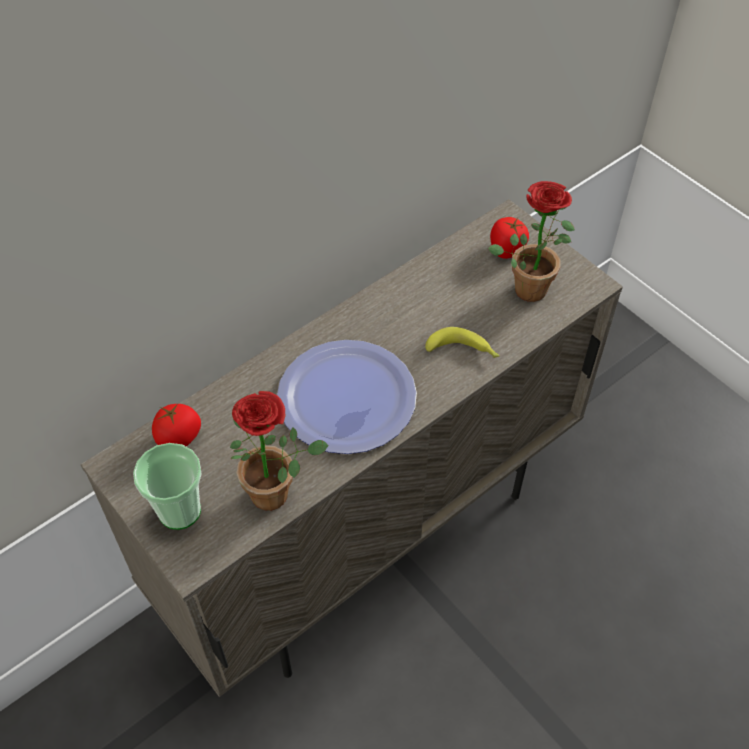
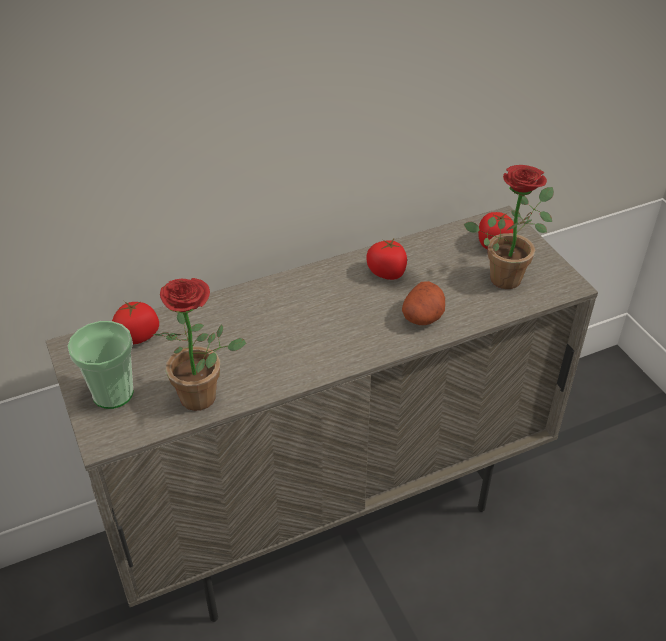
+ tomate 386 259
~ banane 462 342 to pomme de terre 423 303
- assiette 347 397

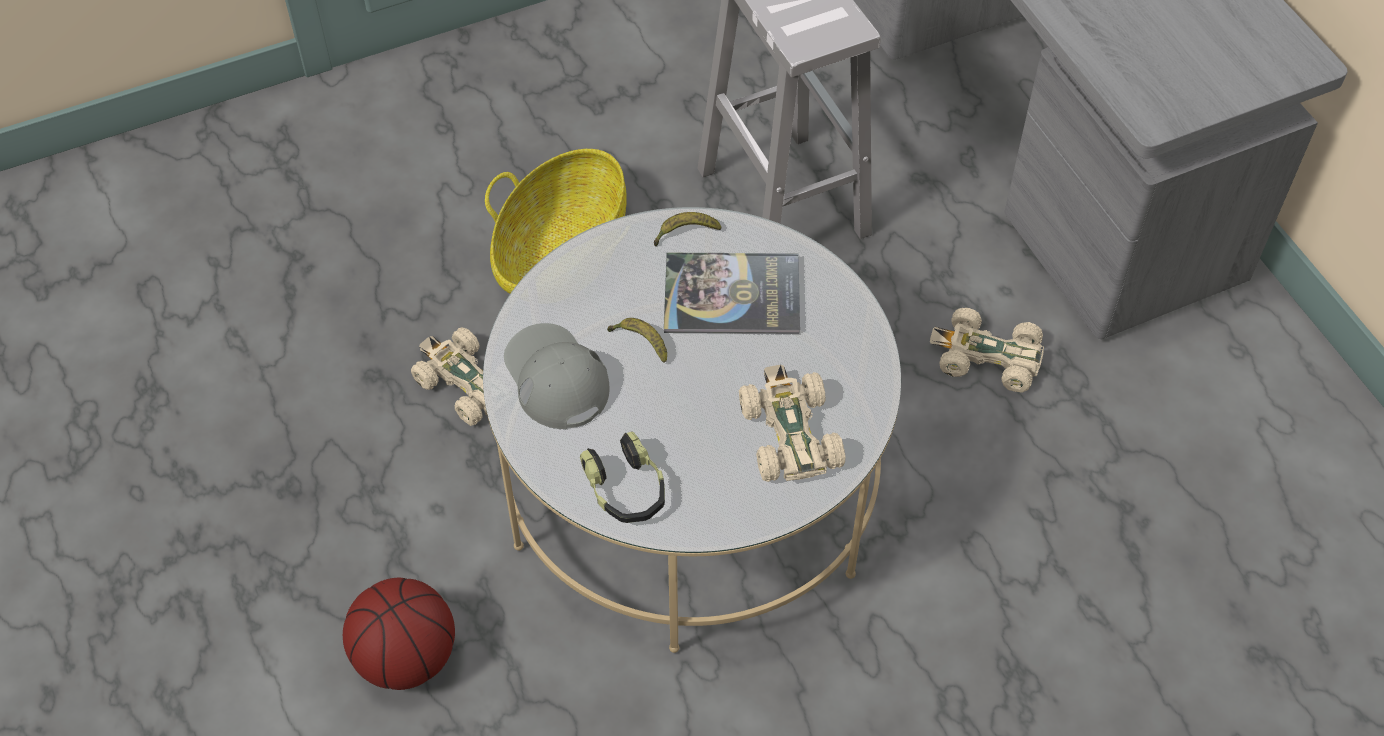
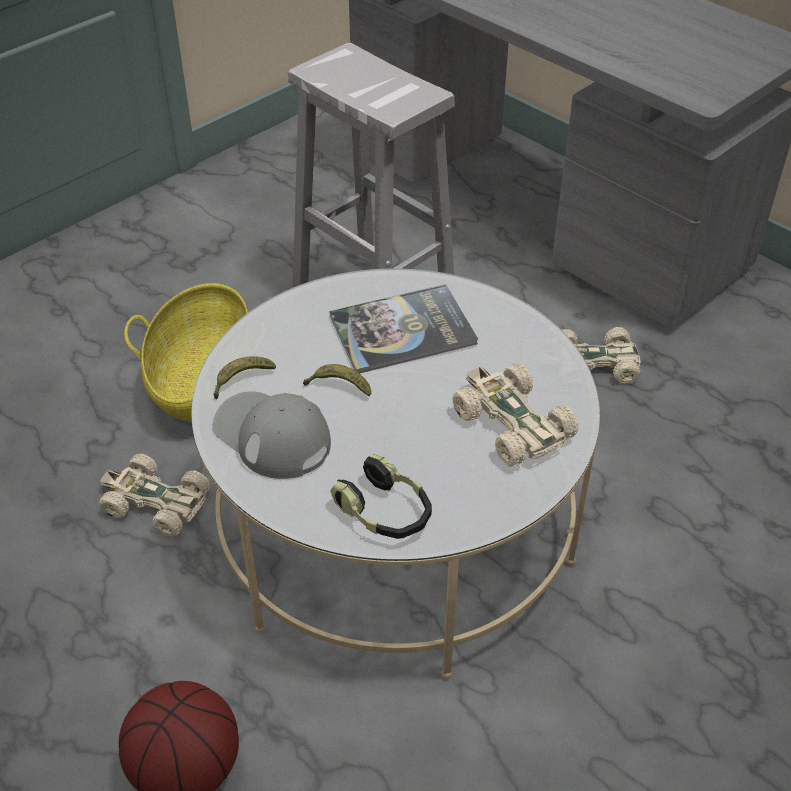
~ banane 687 229 to 245 377

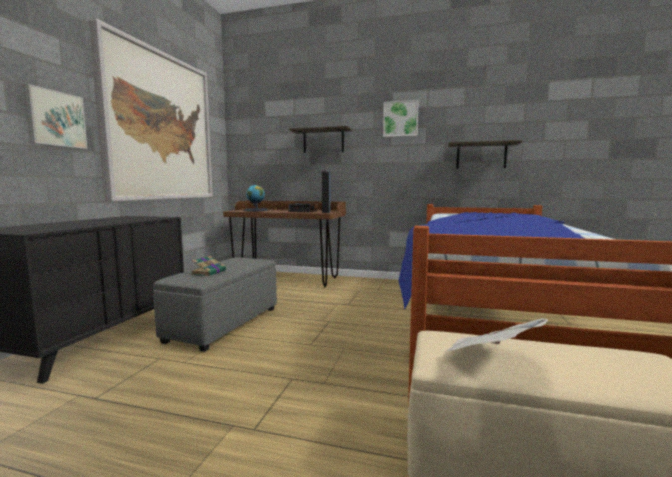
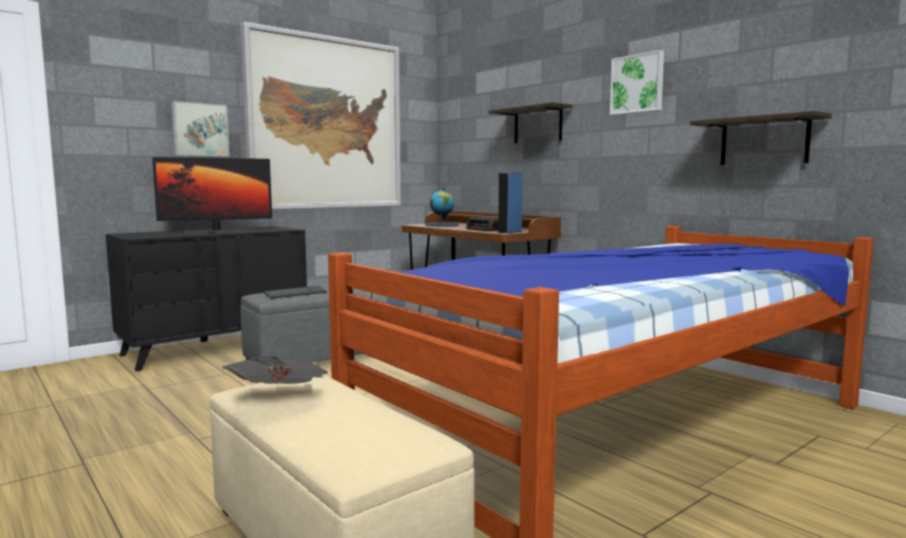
+ écran d'ordinateur 212 195
~ livre 208 266 to clavier 295 292

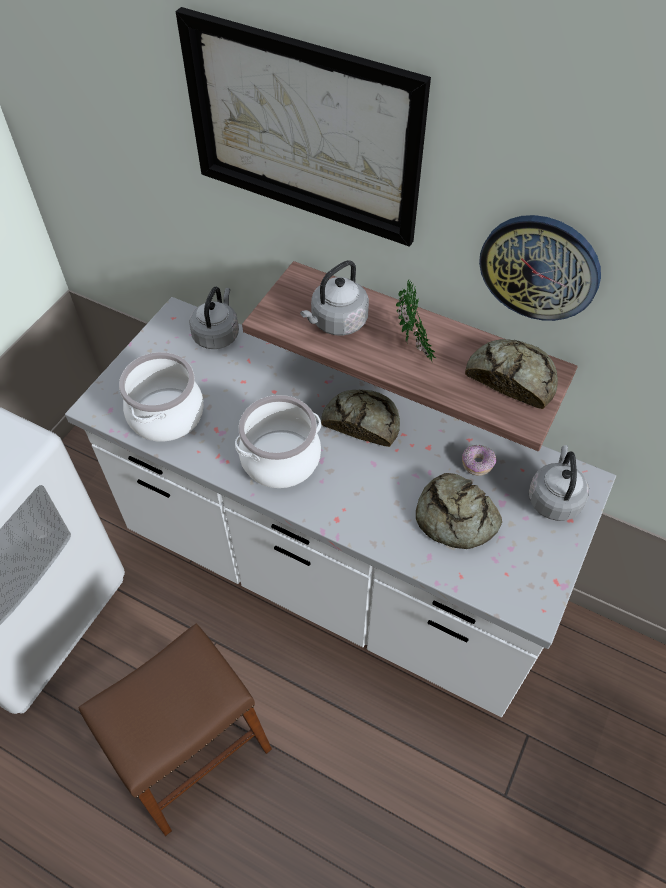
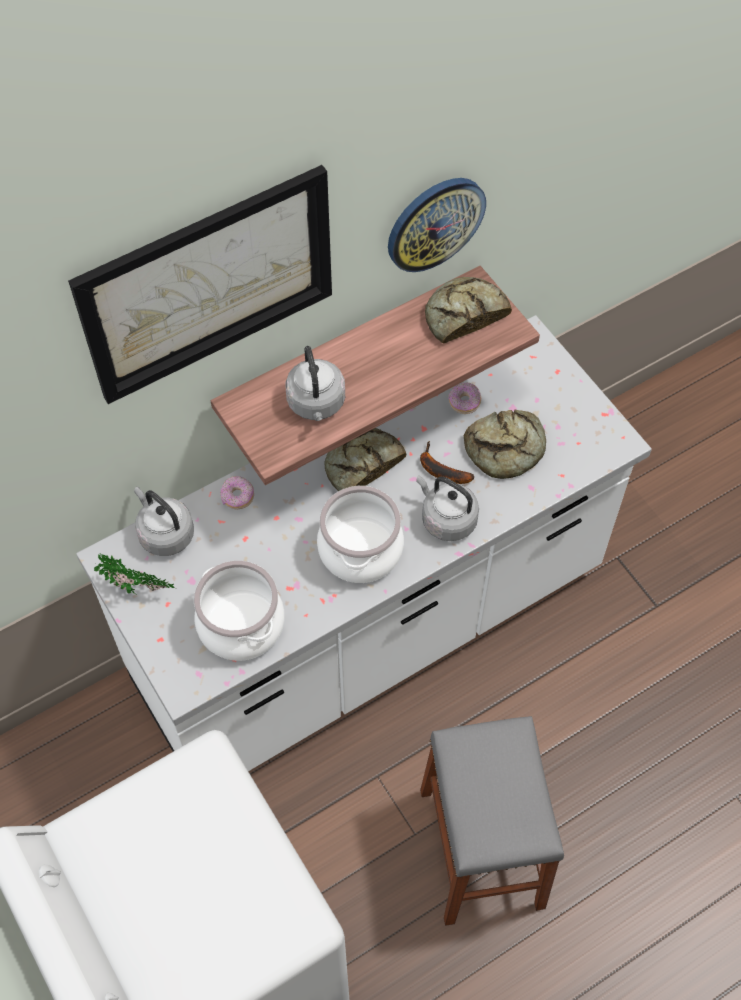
~ plante en pot 416 321 to 134 574
+ beignet 237 493
~ bouilloire (gris) 558 483 to 447 508
+ banane 447 462
~ tabouret (marron) 175 729 to tabouret (gris) 492 821

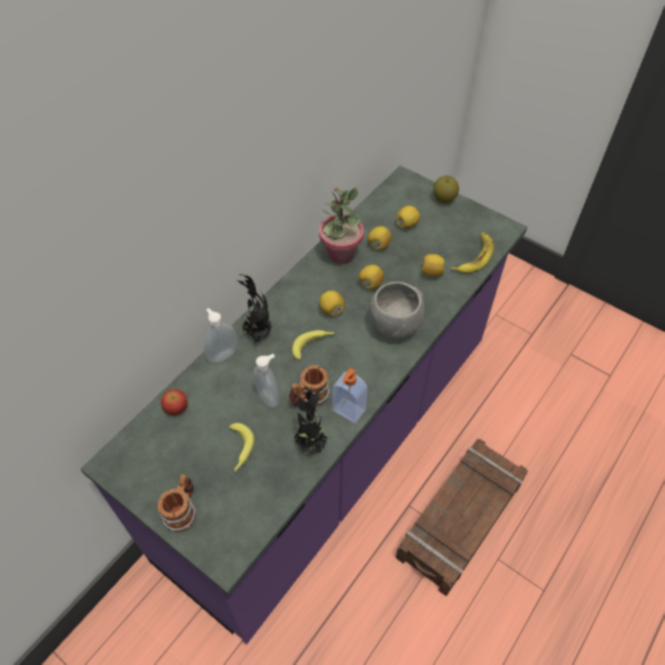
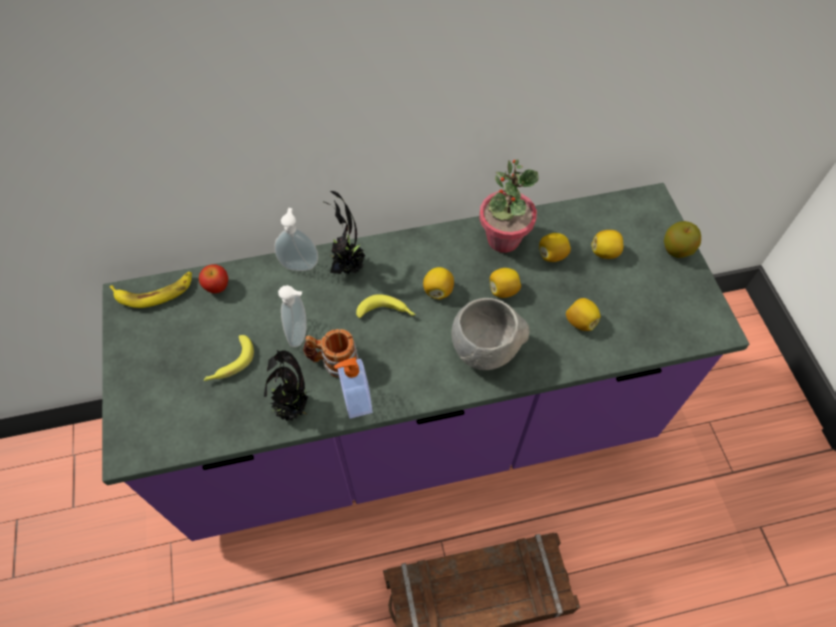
~ banane 472 253 to 151 290
- mug 177 503

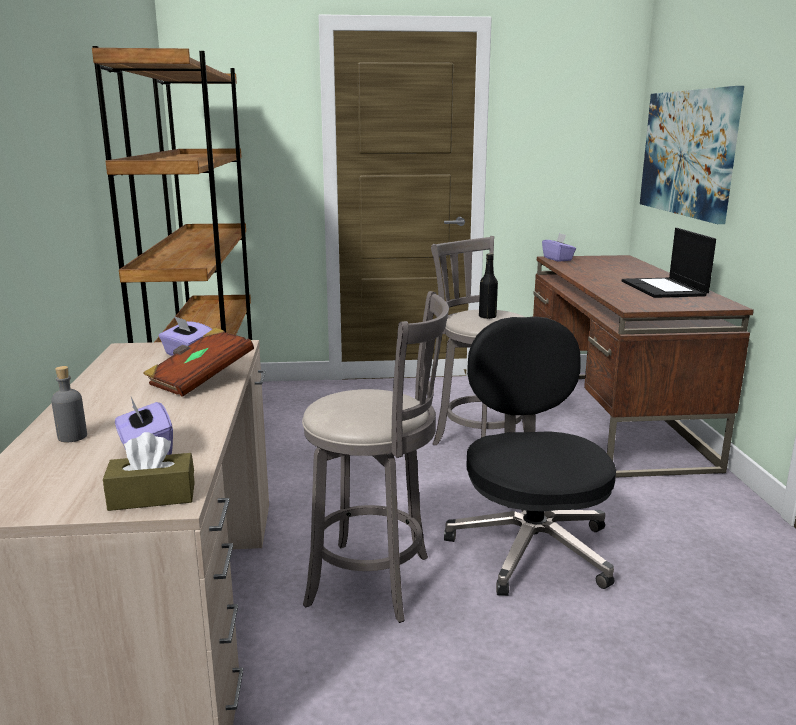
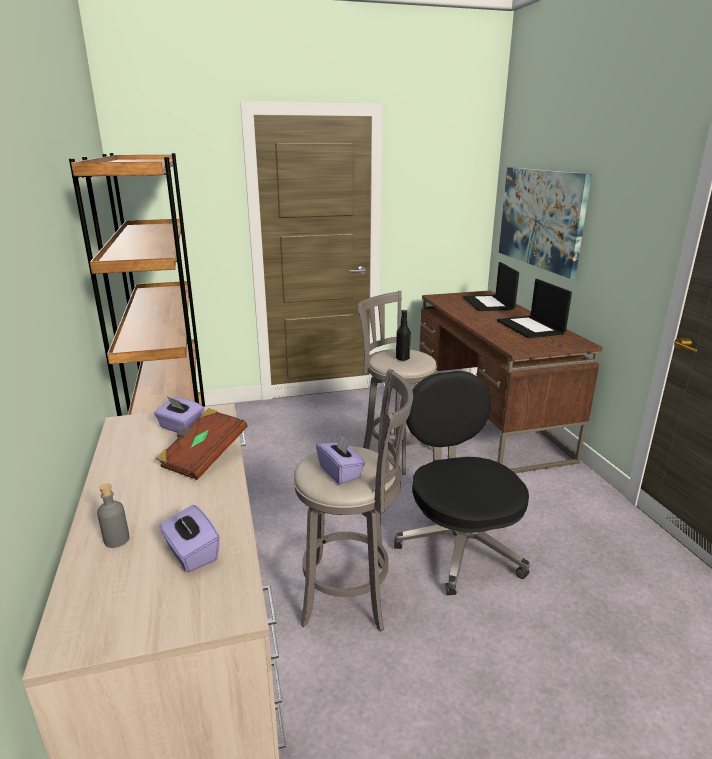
~ boîte à mouchoirs (violet) 559 247 to 340 460
+ ordinateur portable 491 286
- boîte à mouchoirs (marron) 149 471

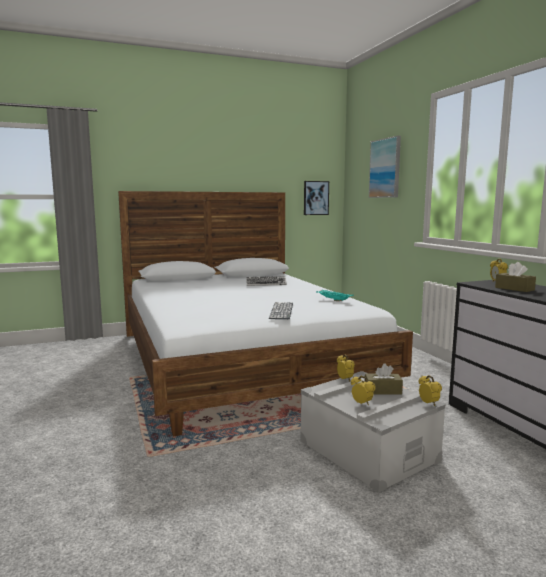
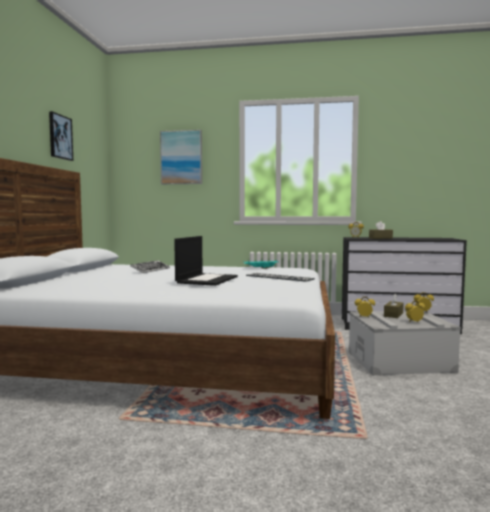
~ tableau 316 198 to 61 136
+ ordinateur portable 206 261

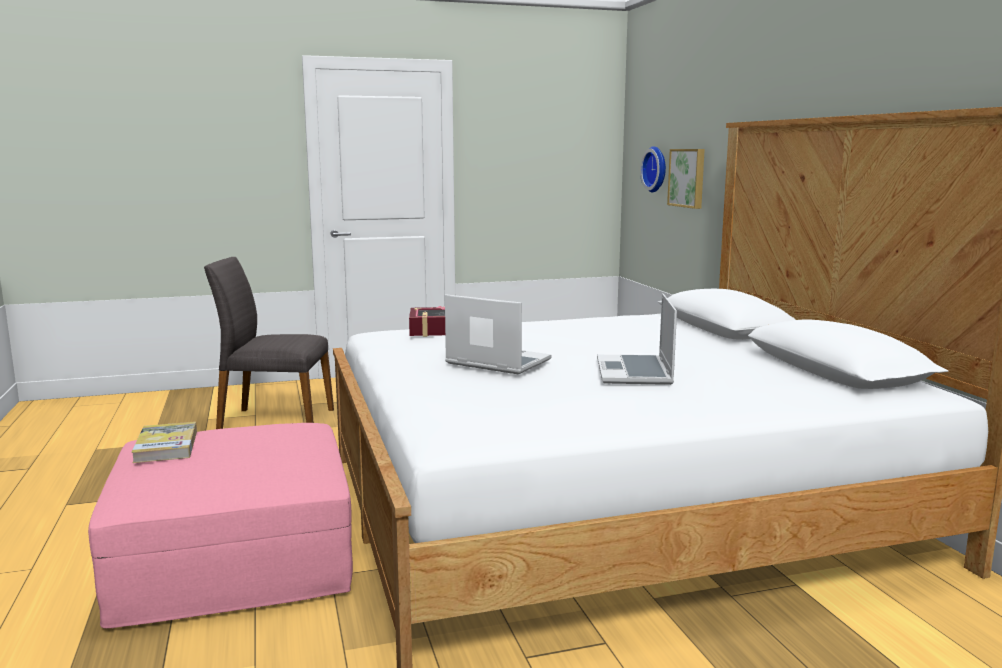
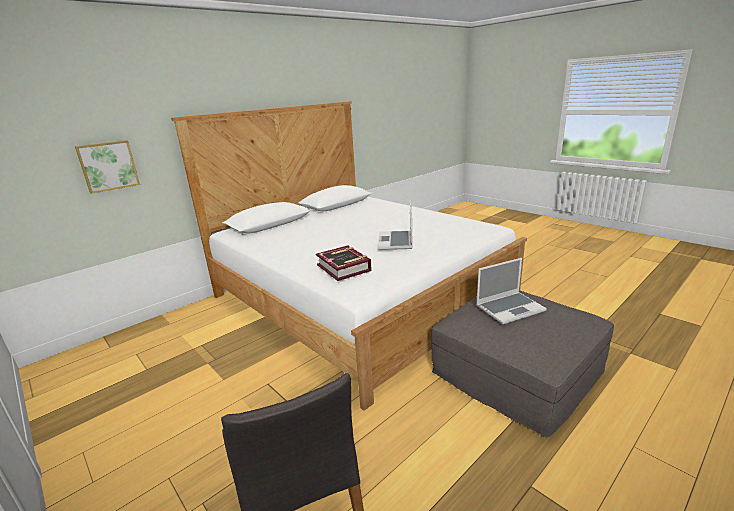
~ pouf (rose) 220 525 to pouf (gris) 522 363
~ ordinateur portable 637 339 to 511 291
- livre 164 442
- horloge murale 653 169

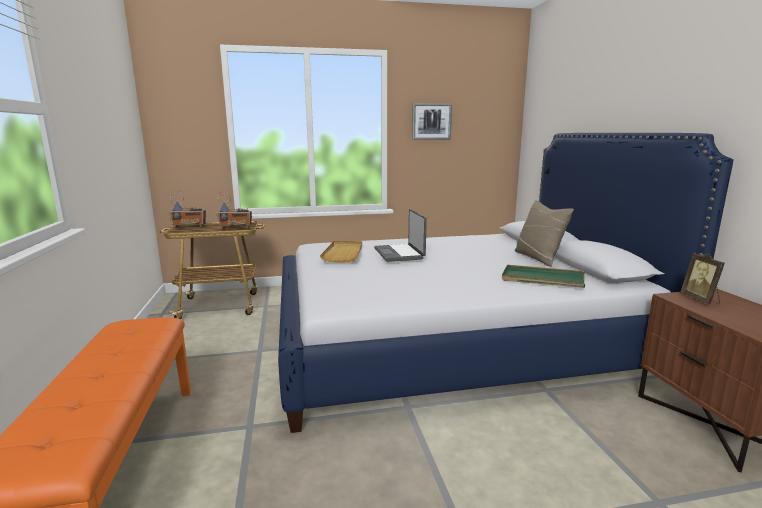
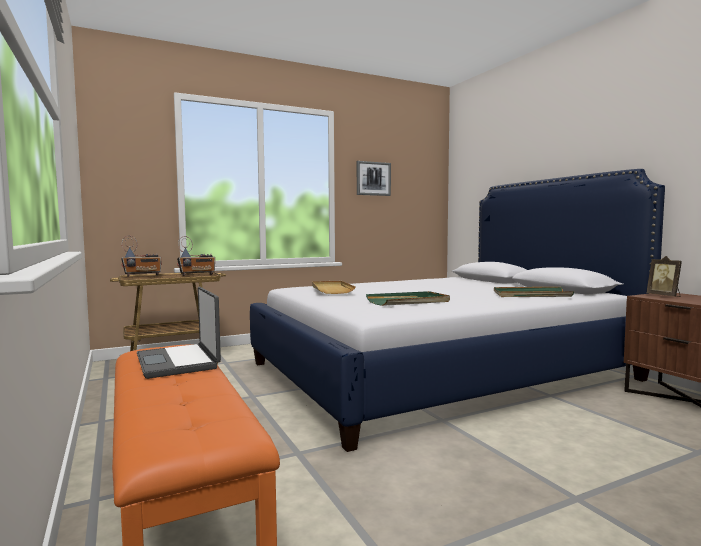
~ ordinateur portable 400 235 to 179 333
+ plateau (vert) 408 298
- coussin (beige) 544 233

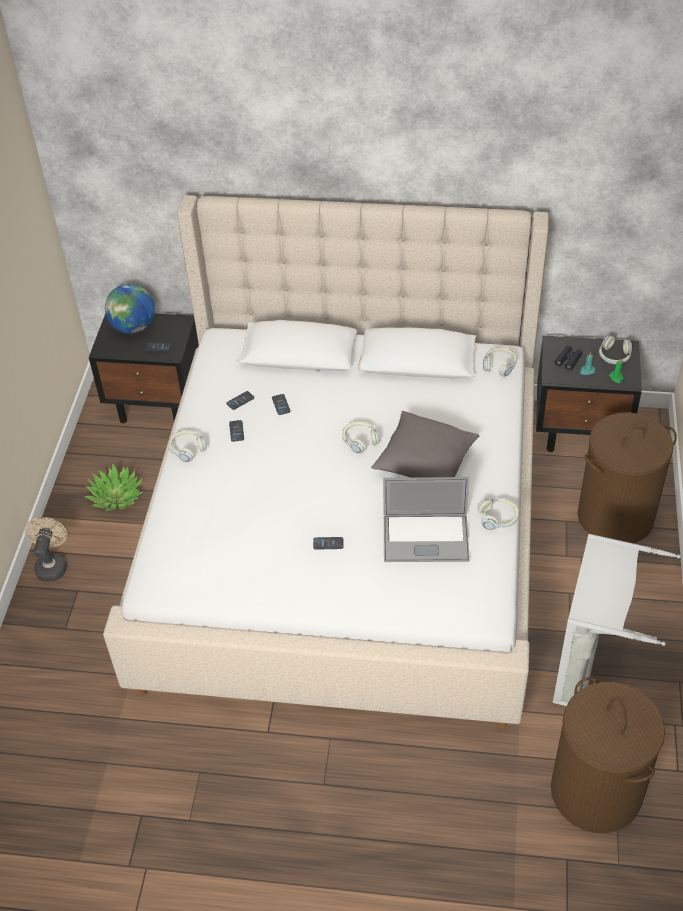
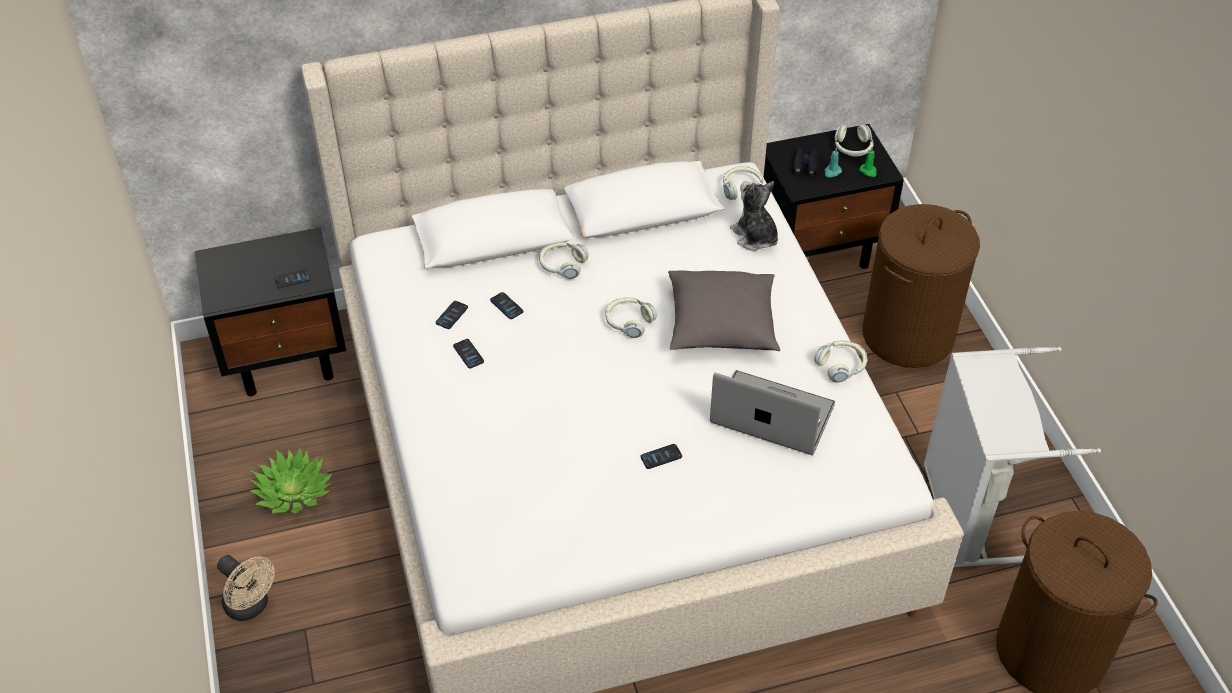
~ ventilateur (beige) 46 549 = 246 588 150 degrees clockwise
~ casque audio 187 446 to 564 260
~ ordinateur portable 426 519 = 772 413 135 degrees counterclockwise
+ peluche 754 216
- globe 130 309

